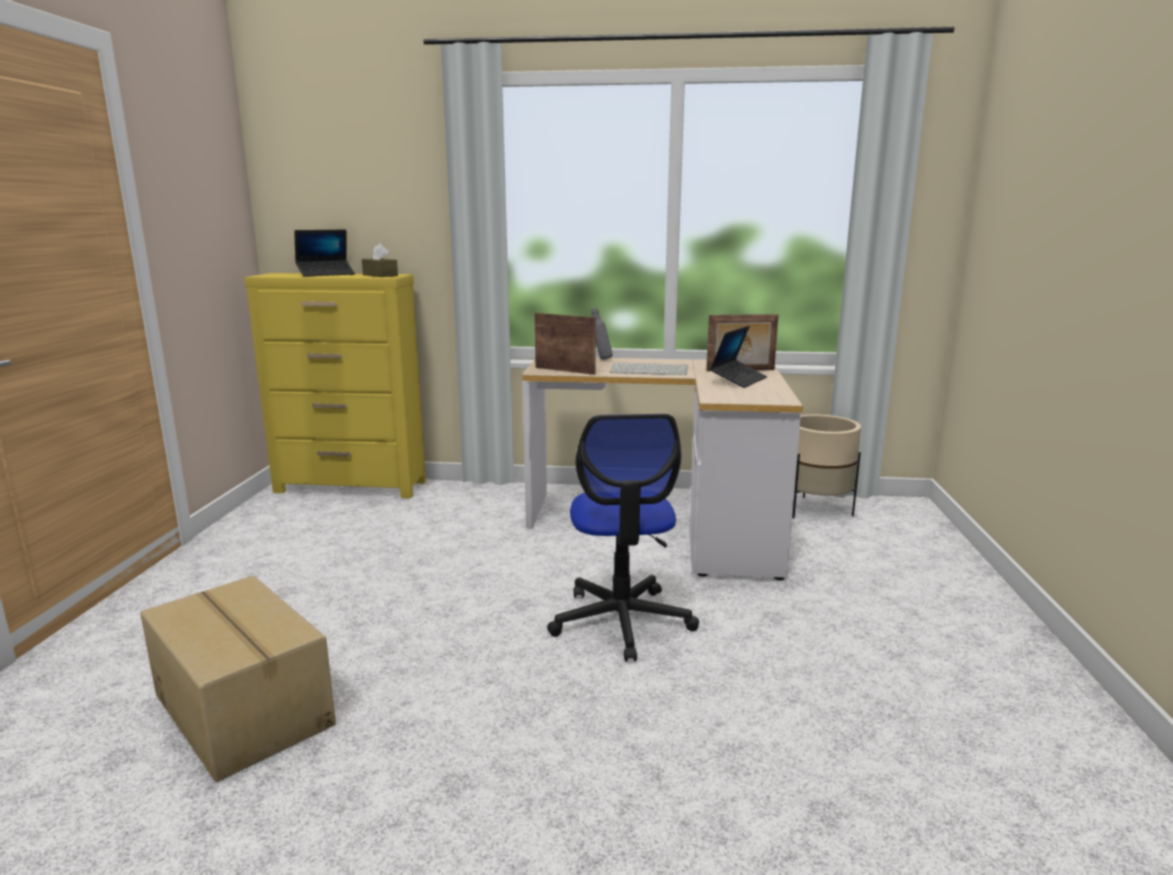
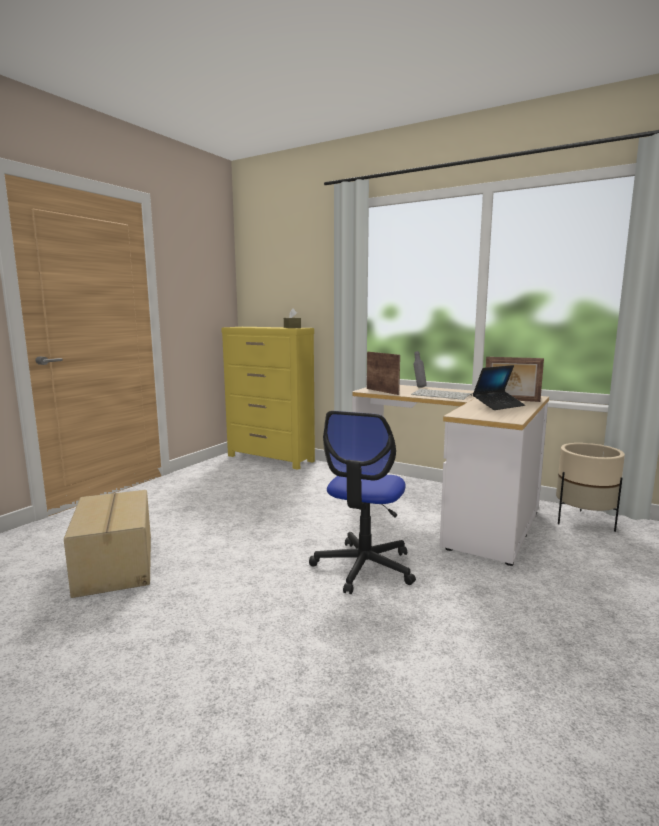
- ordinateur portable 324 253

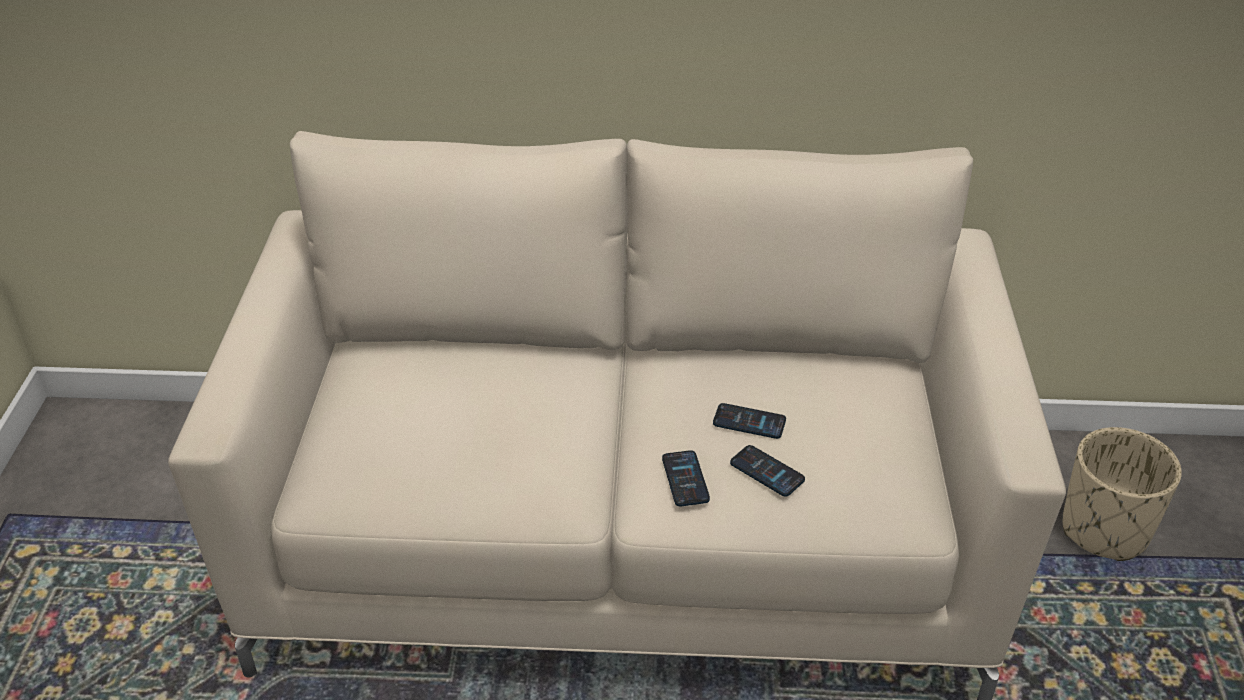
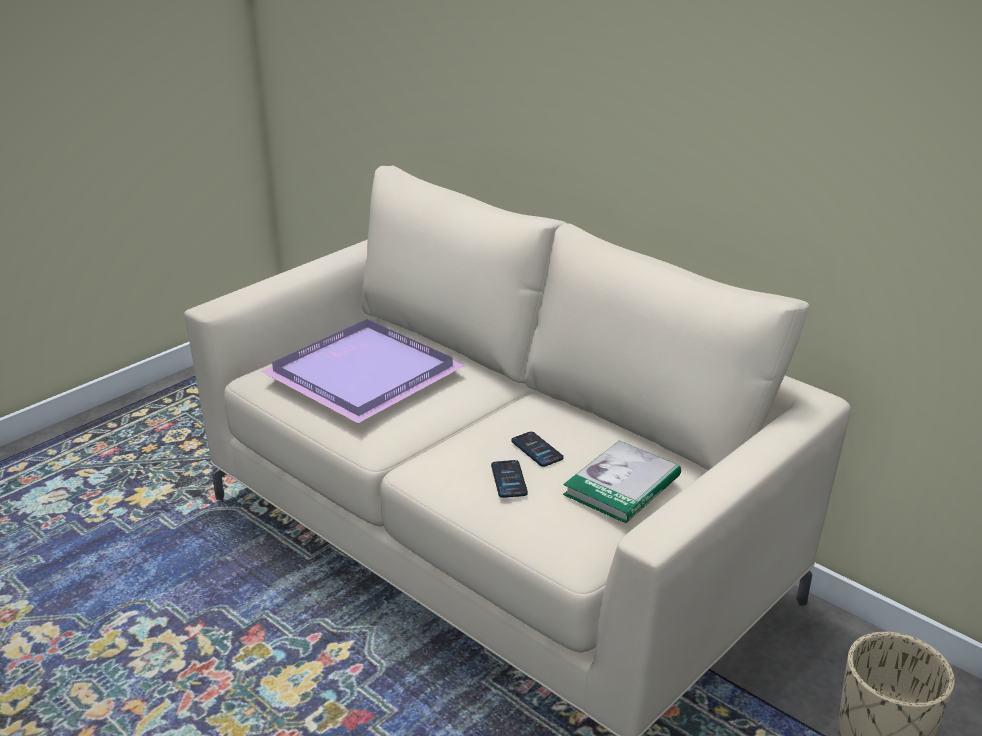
+ plateau (violet) 363 371
+ livre 622 482
- téléphone 686 478

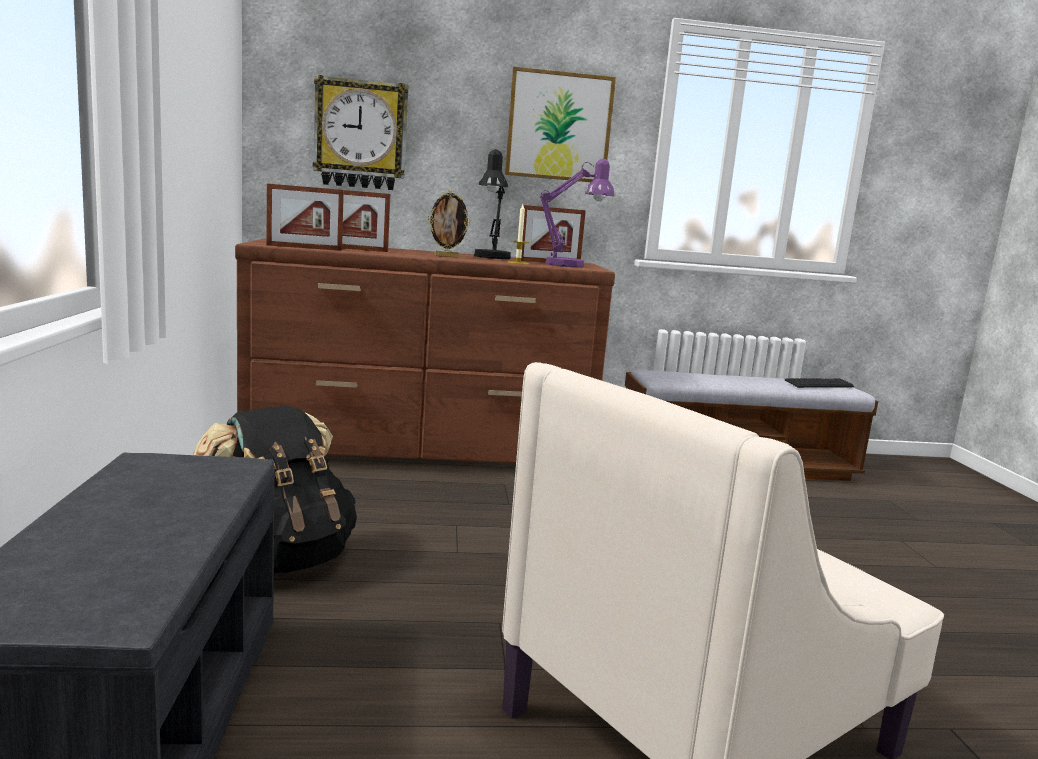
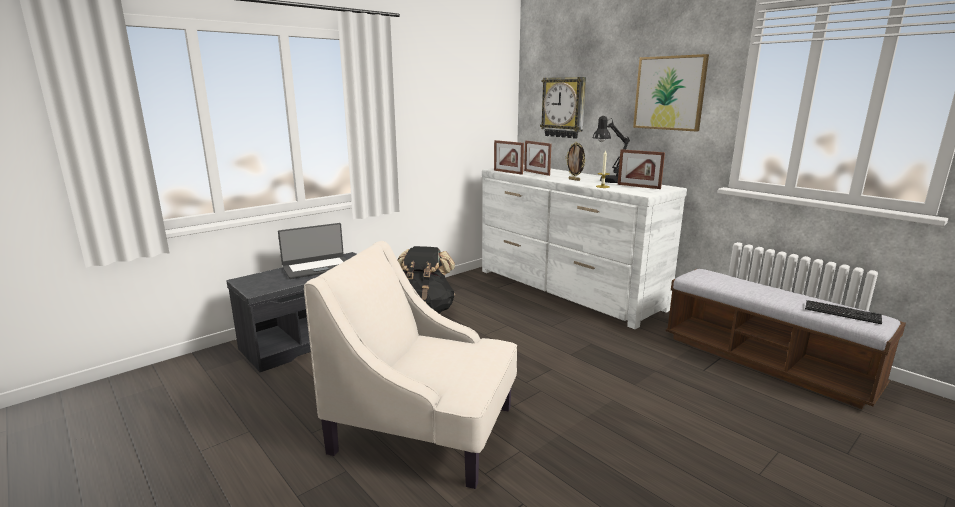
+ ordinateur portable 312 251
~ commode (marron) 425 351 to commode (blanc) 584 247
- lampe de table (violet) 577 213

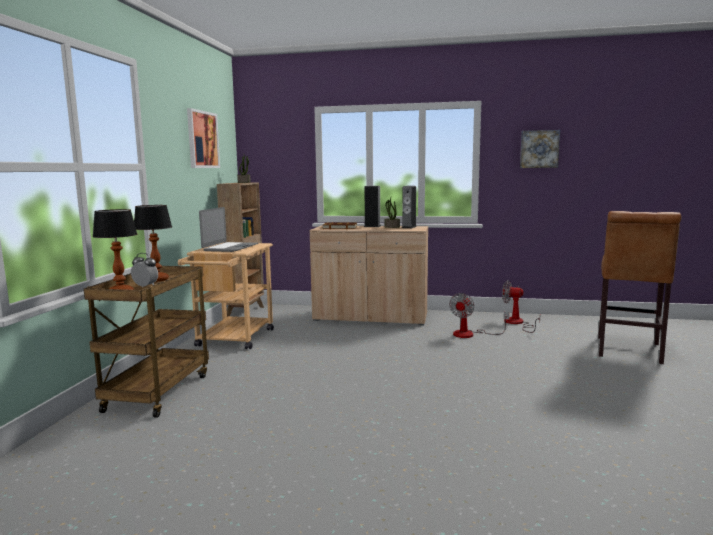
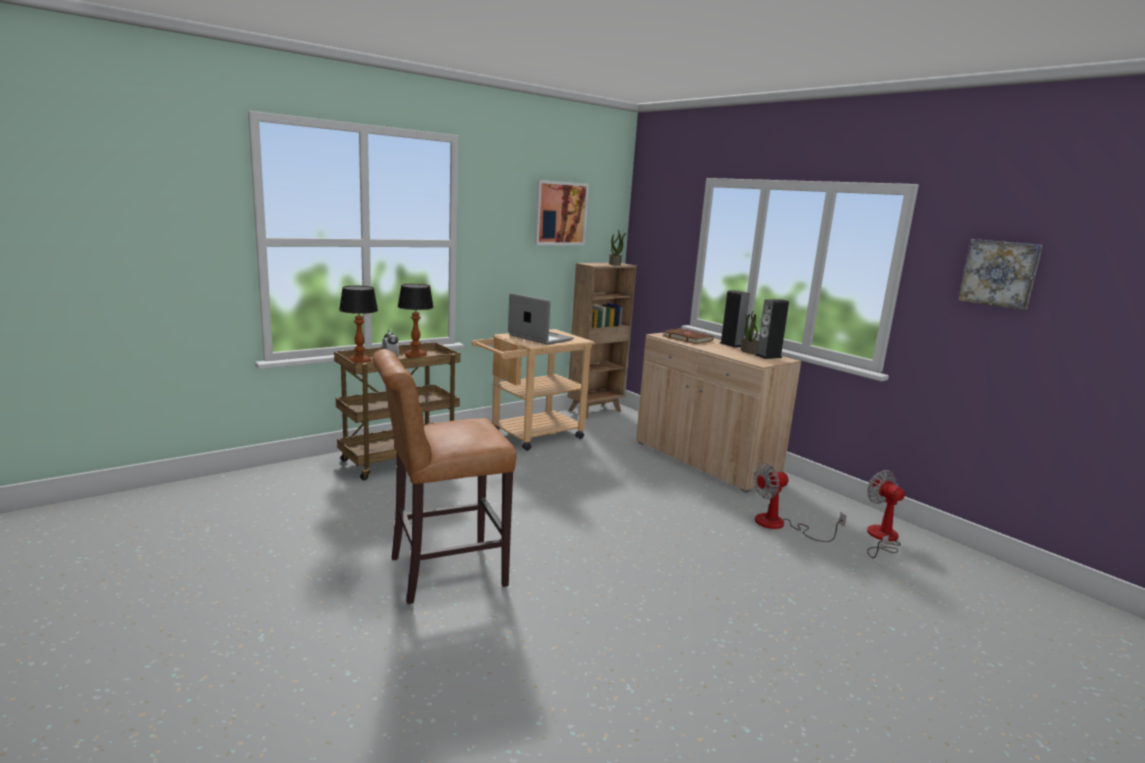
~ tabouret (marron) 640 287 to 444 476
~ ordinateur portable 228 229 = 541 319 105 degrees counterclockwise

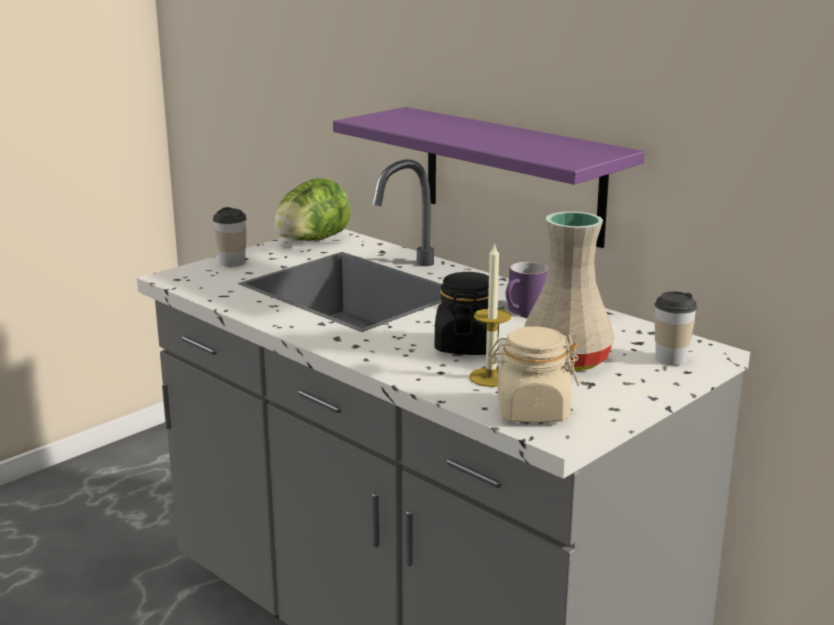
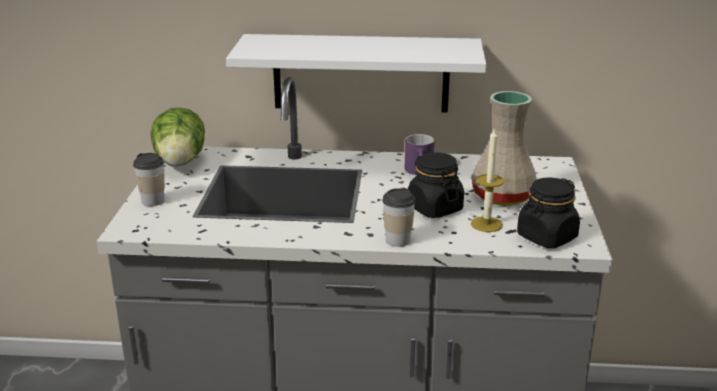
~ étagère (violet) 489 177 to étagère (blanc) 356 73
~ tasse 675 328 to 399 217
~ bocal (beige) 534 374 to bocal (noir) 548 212

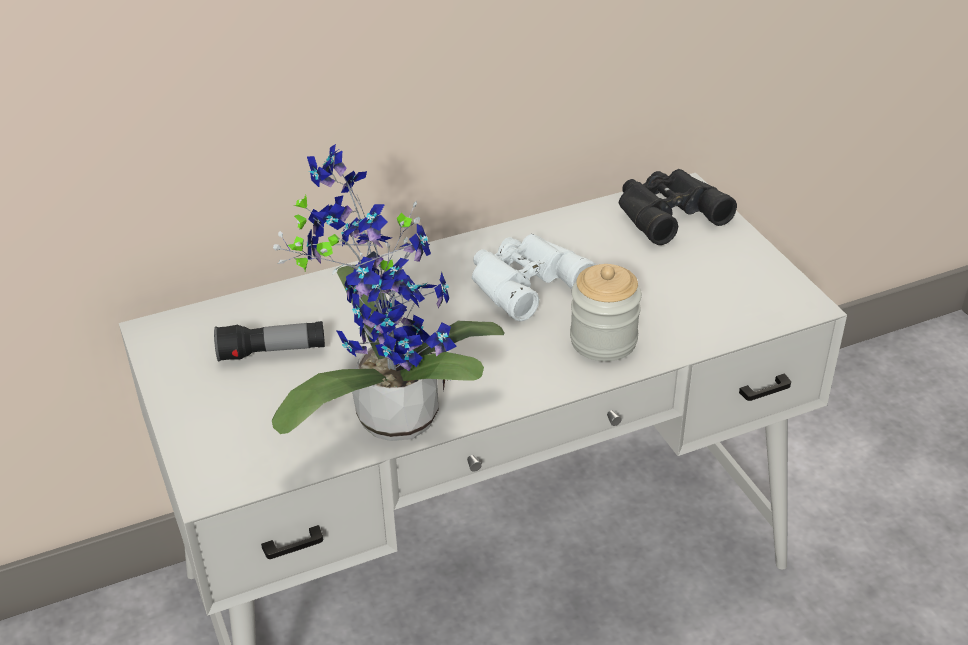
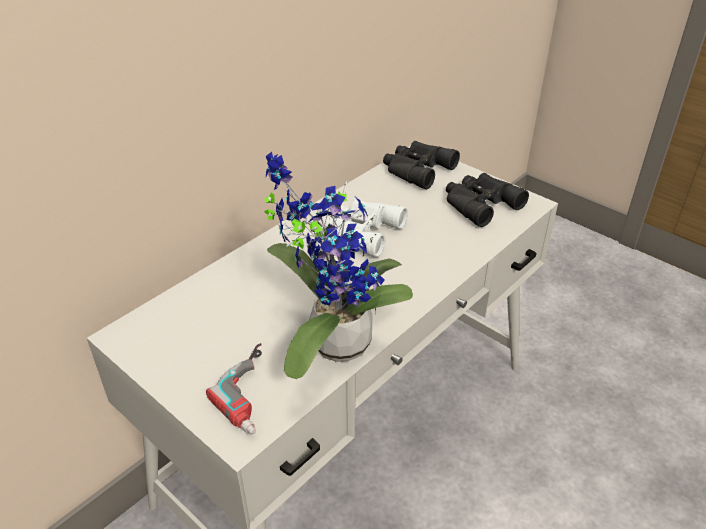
+ perceuse 234 388
+ jumelles (noir) 487 200
- lampe de poche 269 341
- bocal 606 312

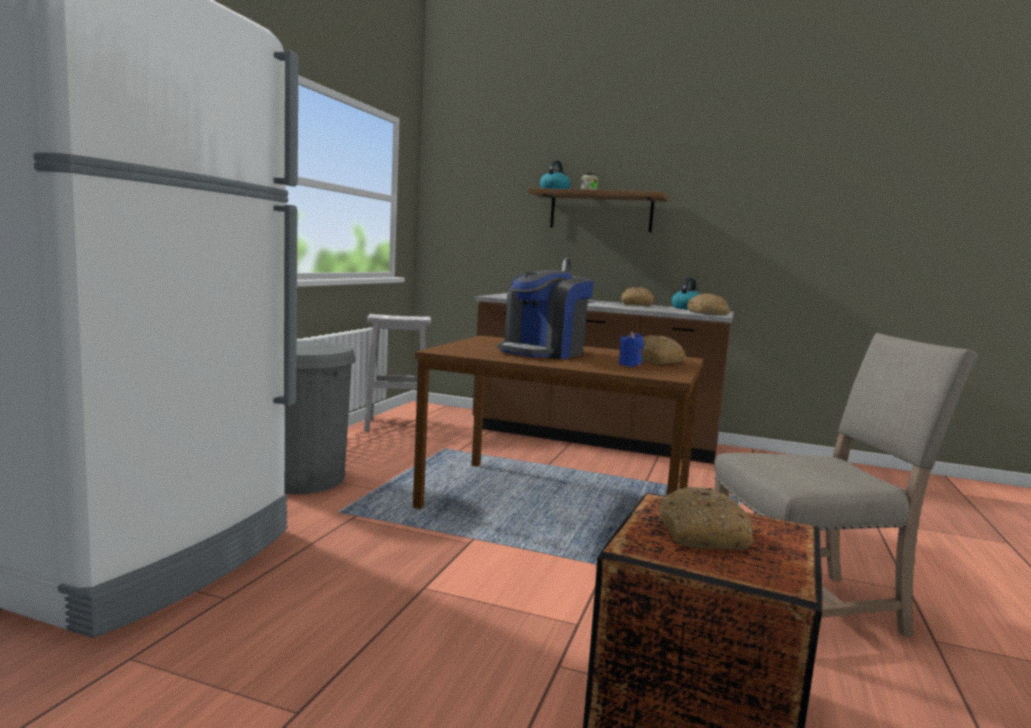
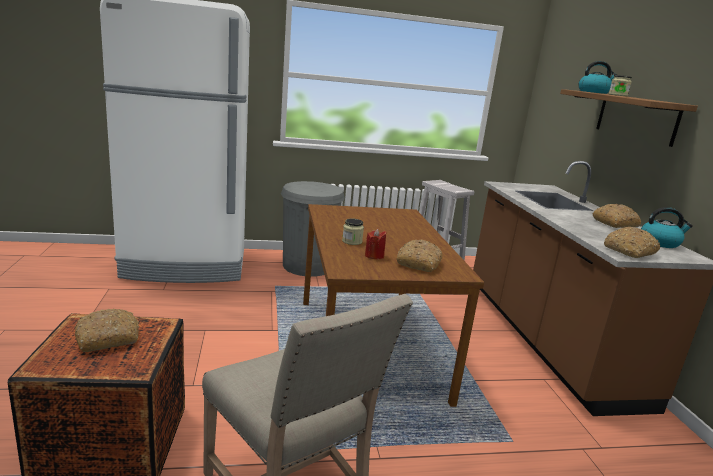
+ bocal 353 231
~ bougie (bleu) 631 349 to bougie (rouge) 375 244
- machine à café 545 314

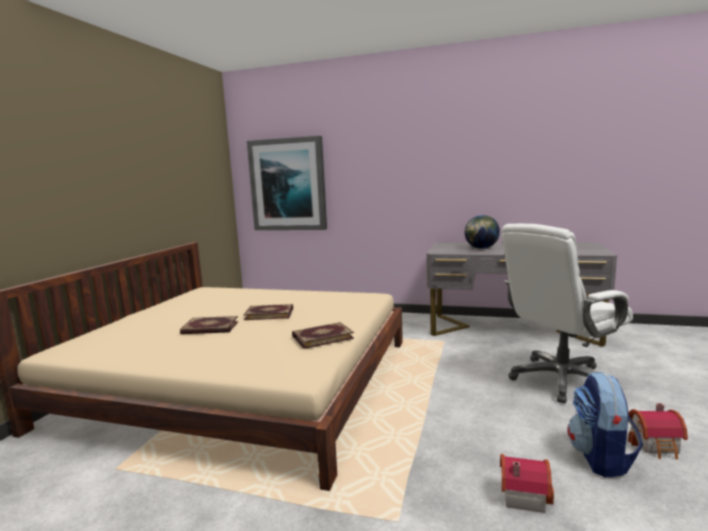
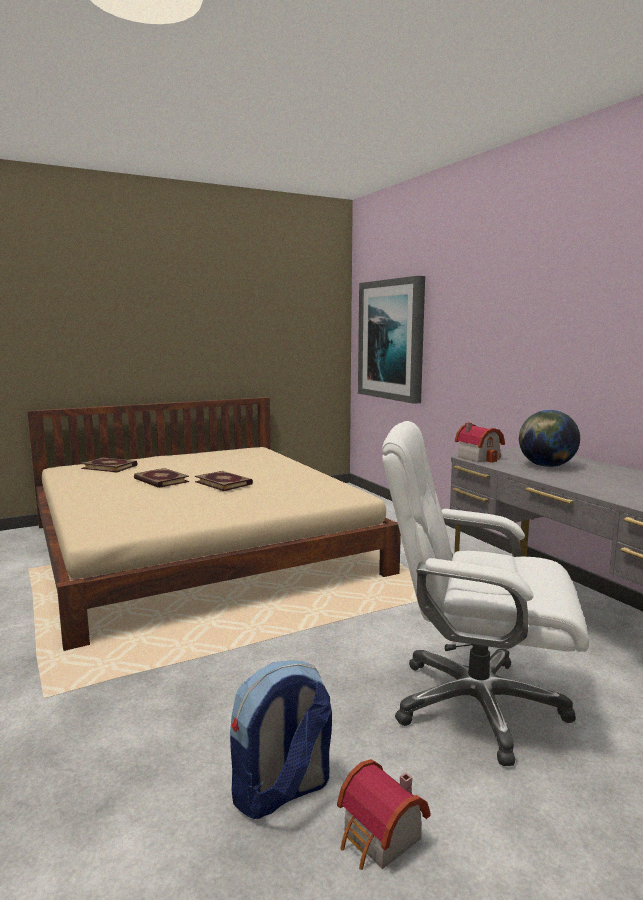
~ livre 323 335 to 109 464
~ maison miniature 527 483 to 480 442

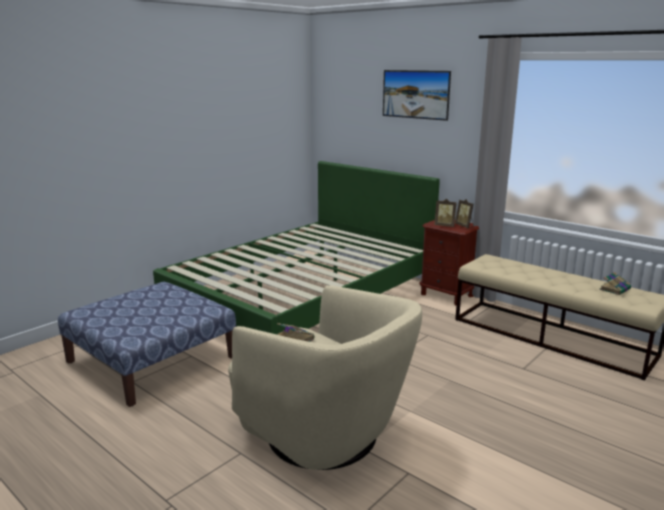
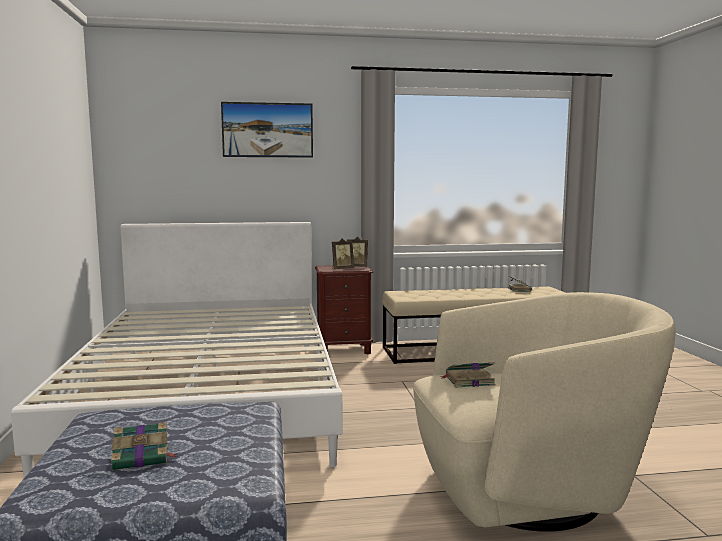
~ lit (vert) 296 247 to lit (blanc) 177 350
+ livre 144 446

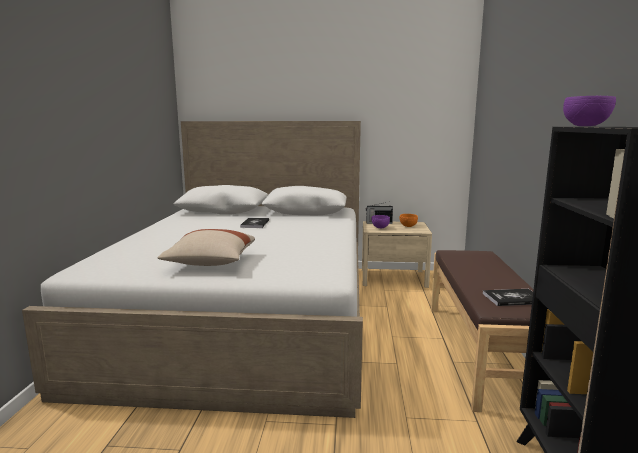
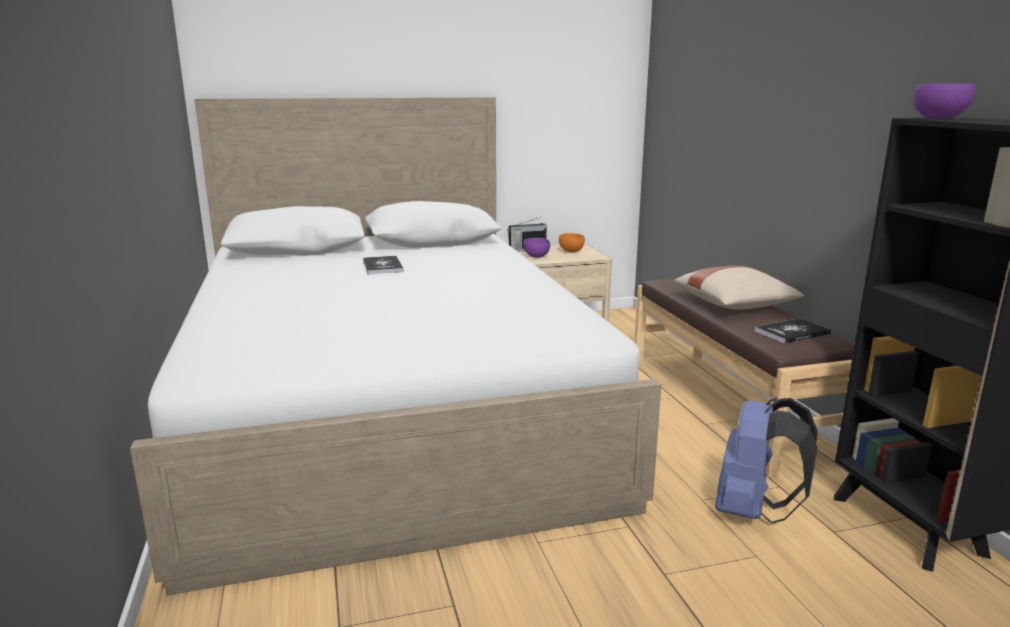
~ coussin (beige) 206 247 to 739 288
+ sac à dos (bleu) 766 460

